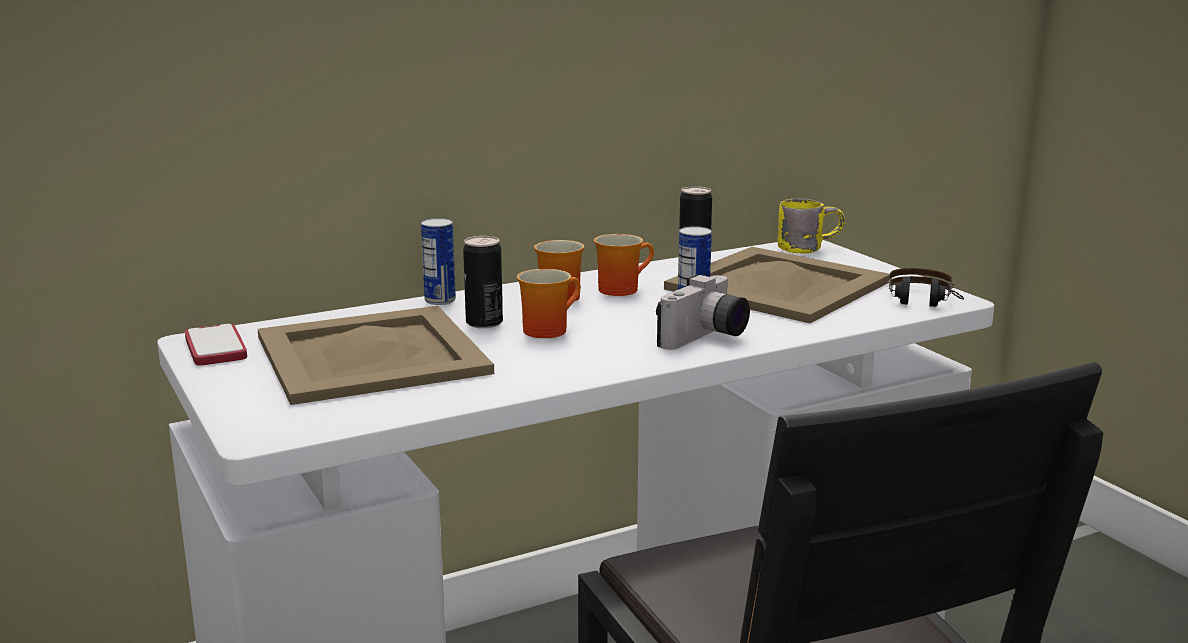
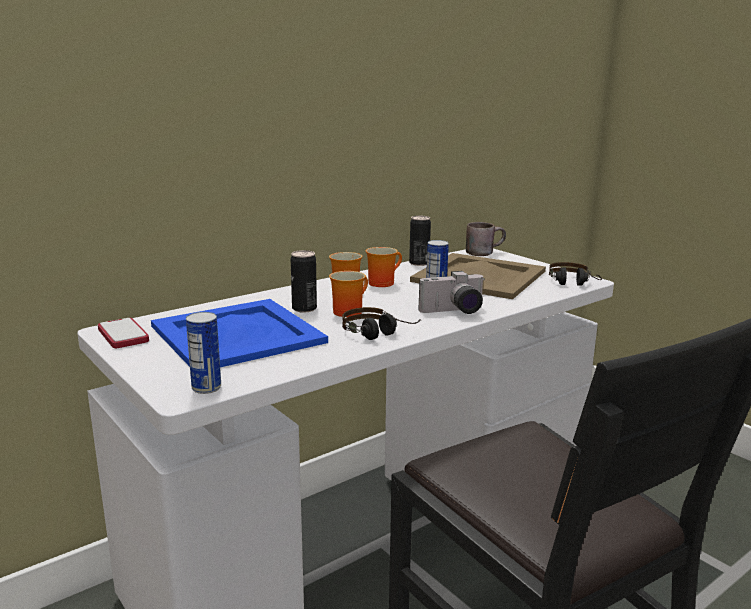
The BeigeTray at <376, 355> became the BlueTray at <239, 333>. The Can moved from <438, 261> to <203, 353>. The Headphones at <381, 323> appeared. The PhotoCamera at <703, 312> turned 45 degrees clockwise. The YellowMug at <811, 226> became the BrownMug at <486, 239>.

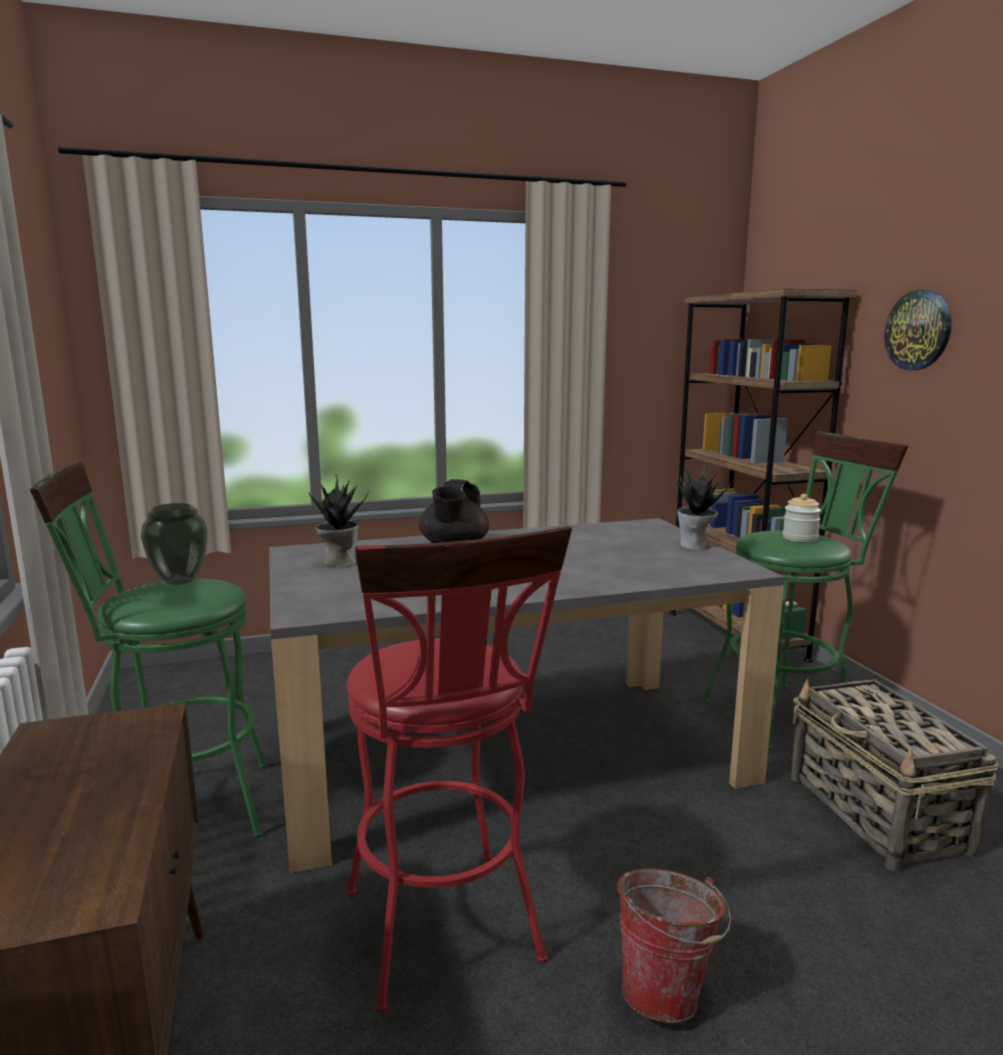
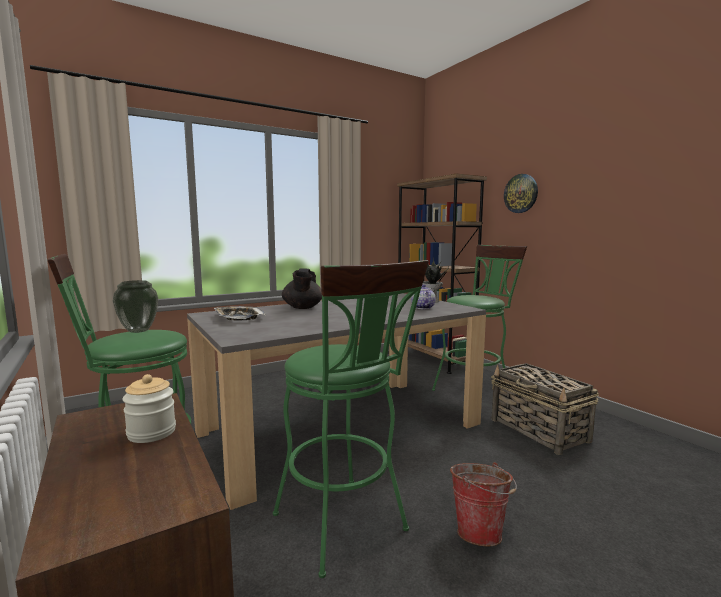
The Jar moved from <801, 518> to <149, 408>. The PottedPlant at <339, 521> was replaced by the Tray at <240, 313>. The RedStool at <459, 769> became the GreenStool at <351, 419>. The Teapot at <423, 296> appeared.

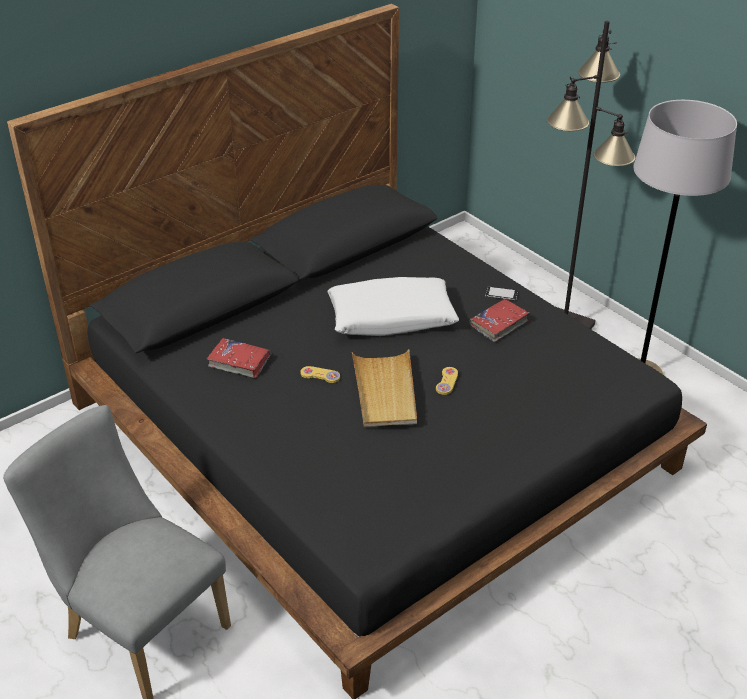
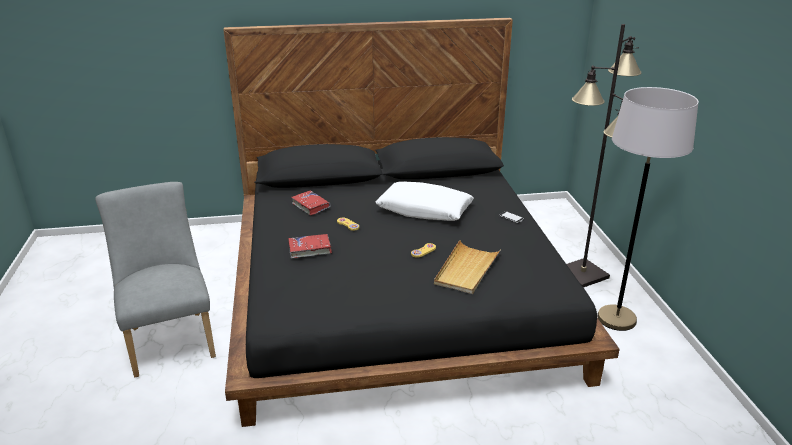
The RedBook moved from <499, 320> to <310, 246>. The BeigeTray moved from <384, 388> to <467, 267>.

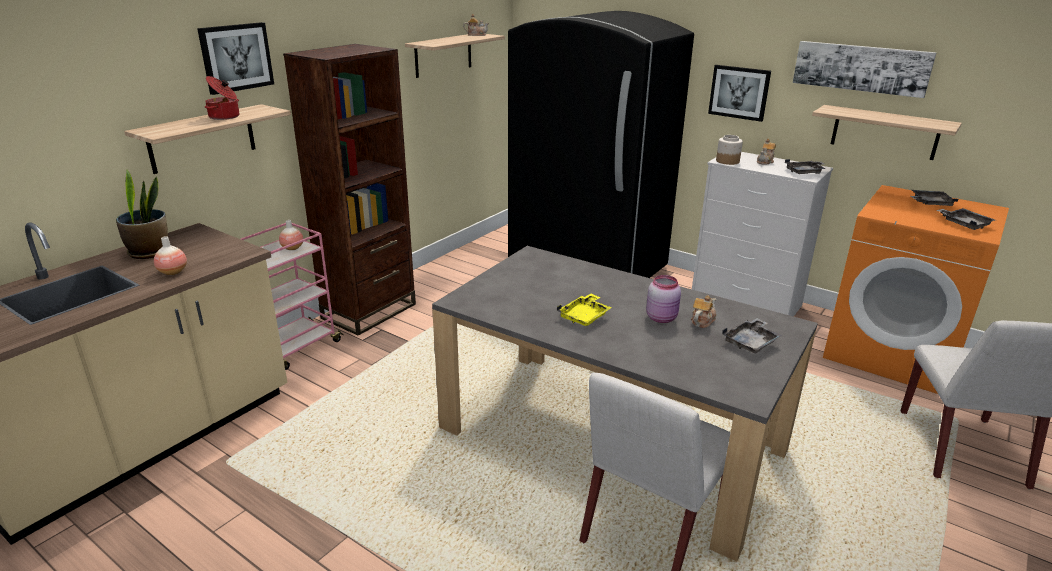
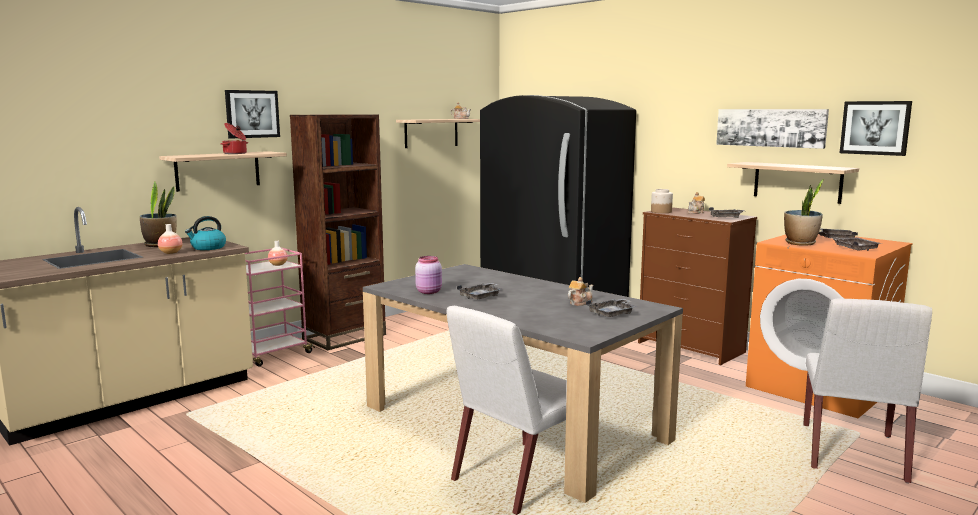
The Kettle at <205, 233> appeared. The PinkJar moved from <663, 299> to <428, 275>. The YellowTray at <584, 310> became the GreyTray at <479, 291>. The WhiteDresser at <762, 234> became the BrownDresser at <697, 286>. The PottedPlant at <804, 212> appeared. The Picture moved from <739, 93> to <876, 128>.

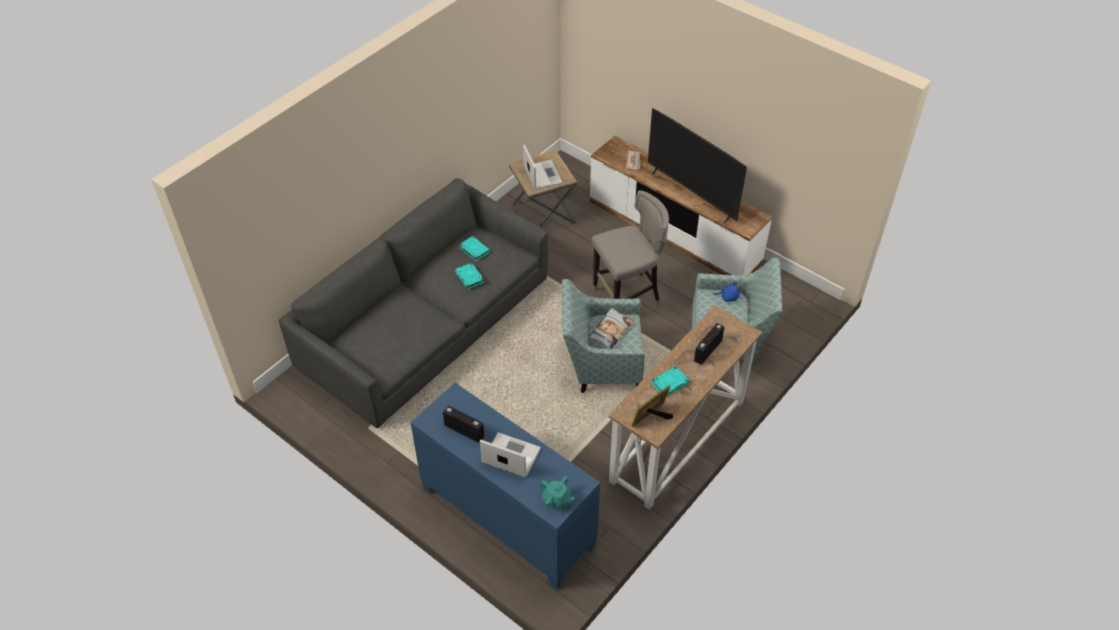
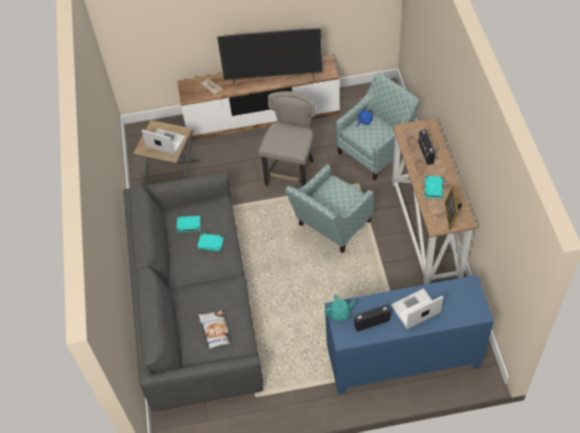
The Pillow moved from <611, 328> to <215, 329>. The TurquoiseTeapot moved from <557, 493> to <340, 308>.

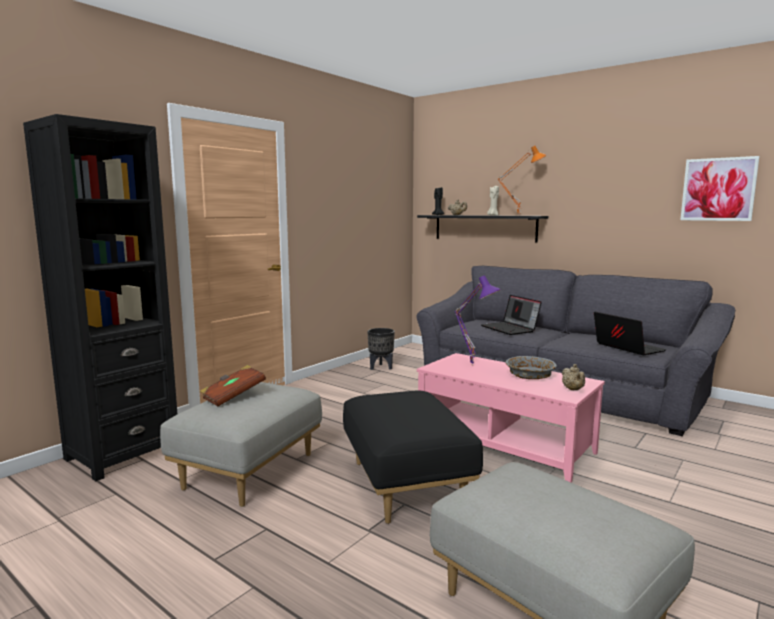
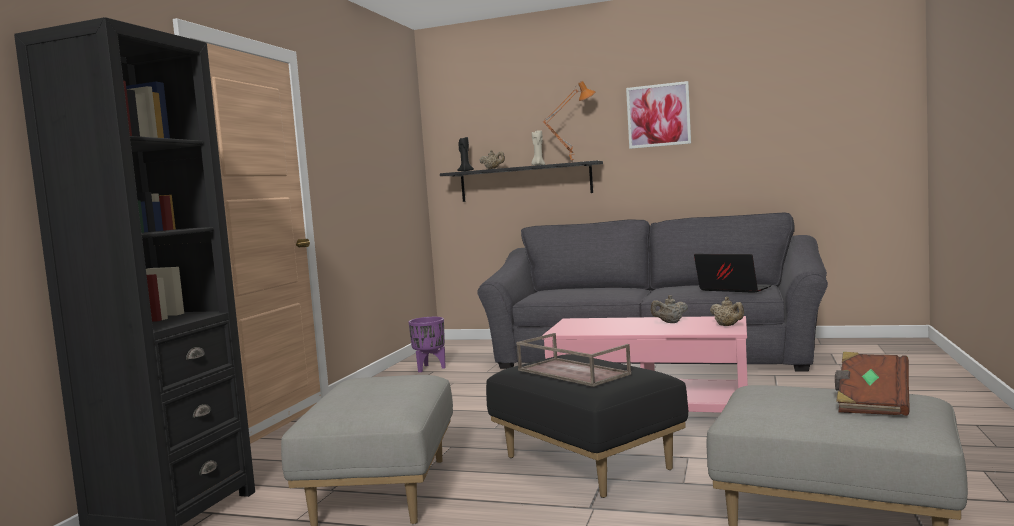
The BlackPlanter at <381, 349> became the PurplePlanter at <427, 344>. The BrownTray at <574, 360> appeared. The Picture moved from <720, 188> to <658, 115>. The GreyBowl at <531, 367> was replaced by the BeigeTeapot at <669, 309>. The BrownBook moved from <233, 386> to <872, 384>. The PurpleTableLamp at <478, 320> disappeared. The Laptop at <511, 315> disappeared.

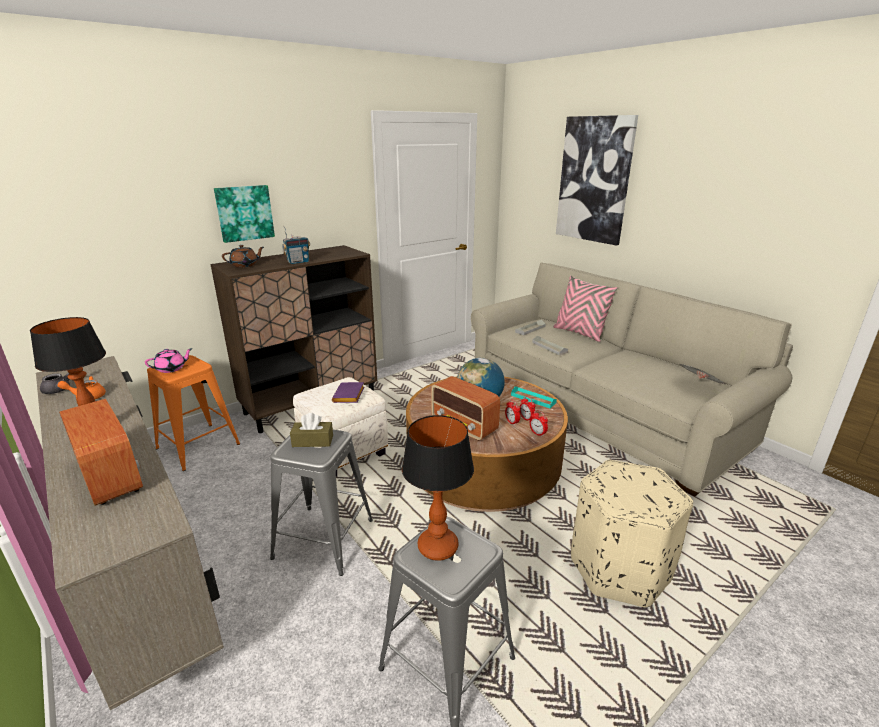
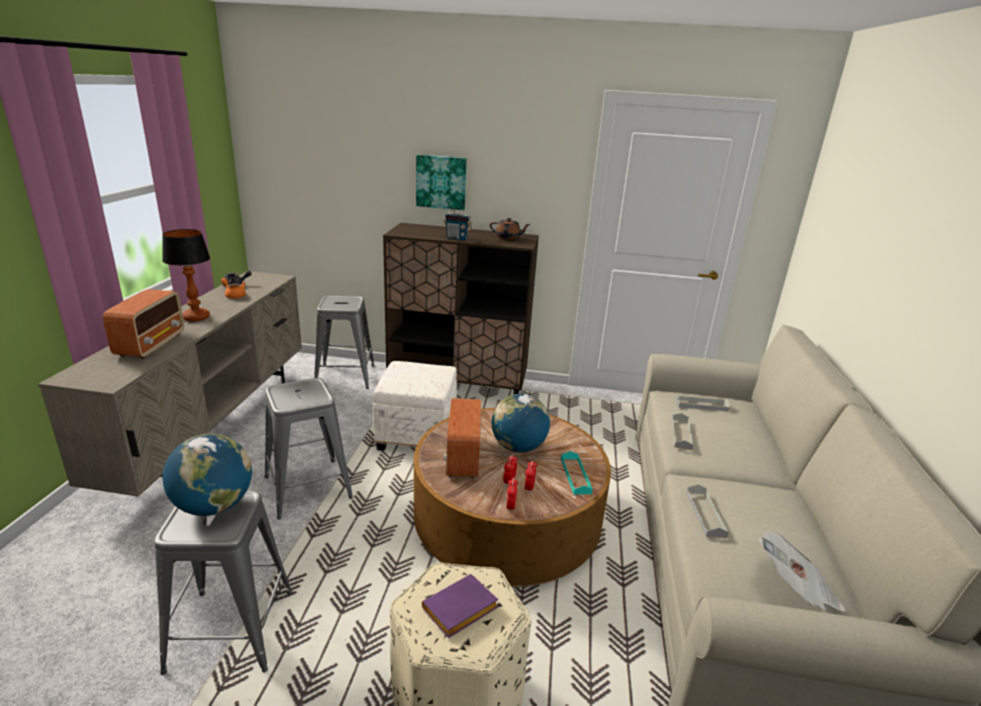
The TableLamp at <438, 488> was replaced by the Globe at <207, 475>. The OrangeStool at <193, 413> became the GreyStool at <344, 342>. The PurpleBook moved from <348, 392> to <460, 606>. The BrownTeapot moved from <243, 256> to <510, 229>. The GreyTray at <707, 511> appeared. The PinkTeapot at <169, 360> disappeared. The BrownTissueBox at <311, 430> disappeared. The PinkPillow at <585, 308> disappeared. The Picture at <597, 180> disappeared.

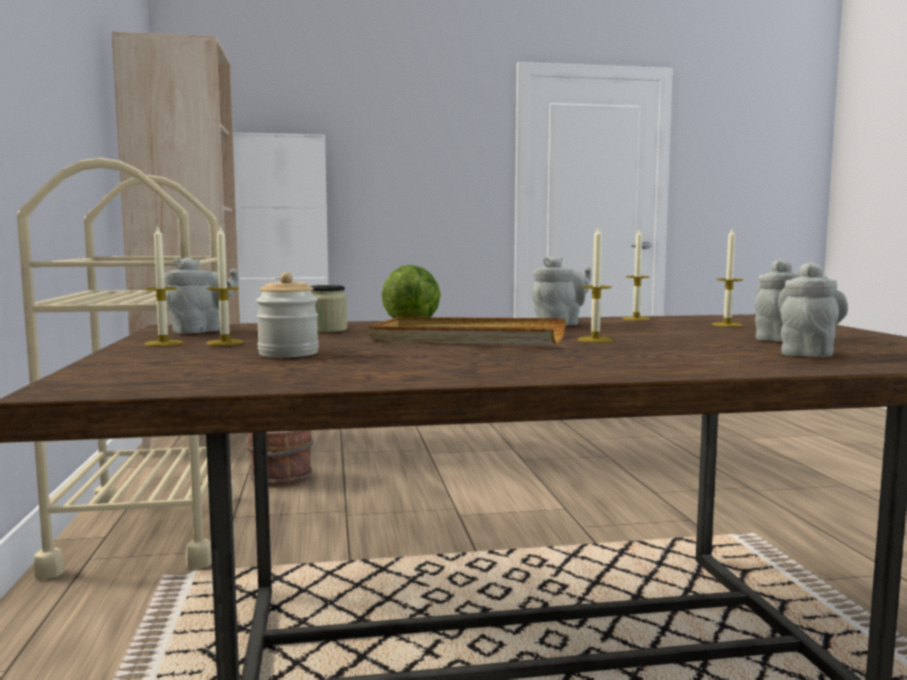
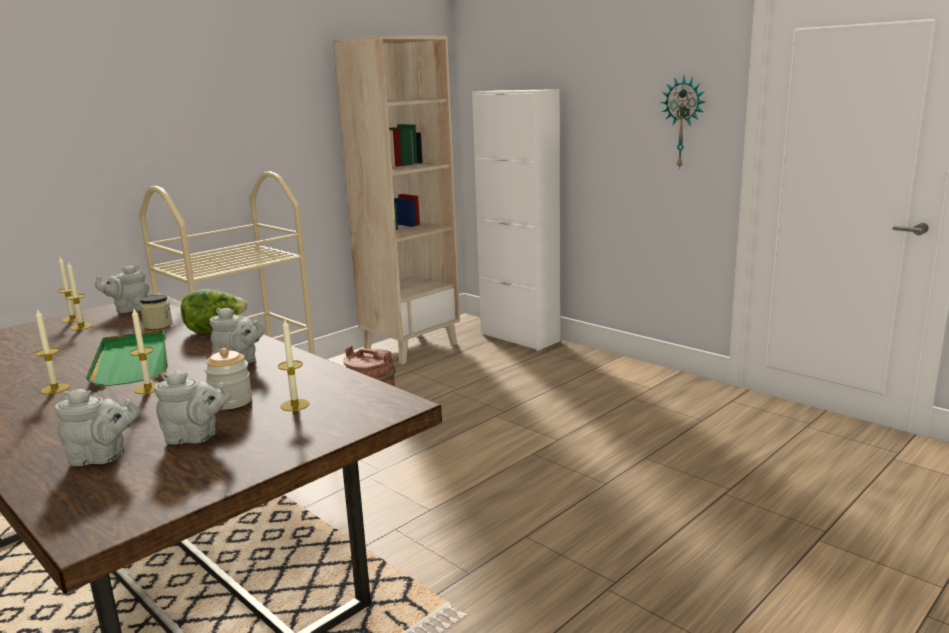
The Candle moved from <636, 275> to <52, 351>. The BeigeTray at <467, 330> became the GreenTray at <126, 358>. The GreyTeapot at <201, 295> turned 150 degrees clockwise. The Jar moved from <287, 315> to <228, 379>. The WallClock at <683, 123> appeared.

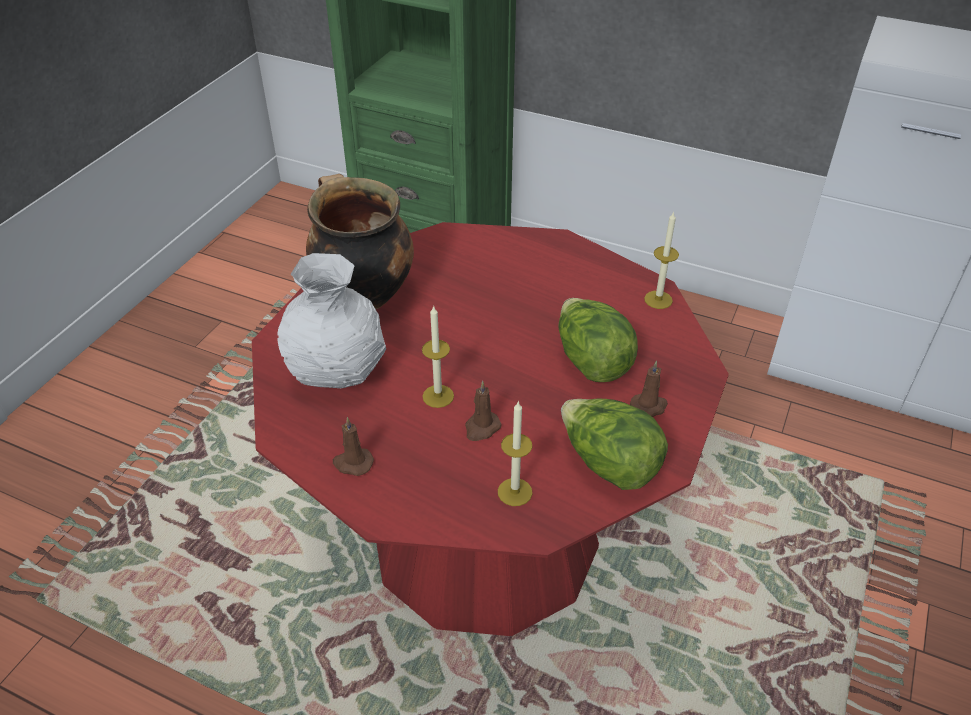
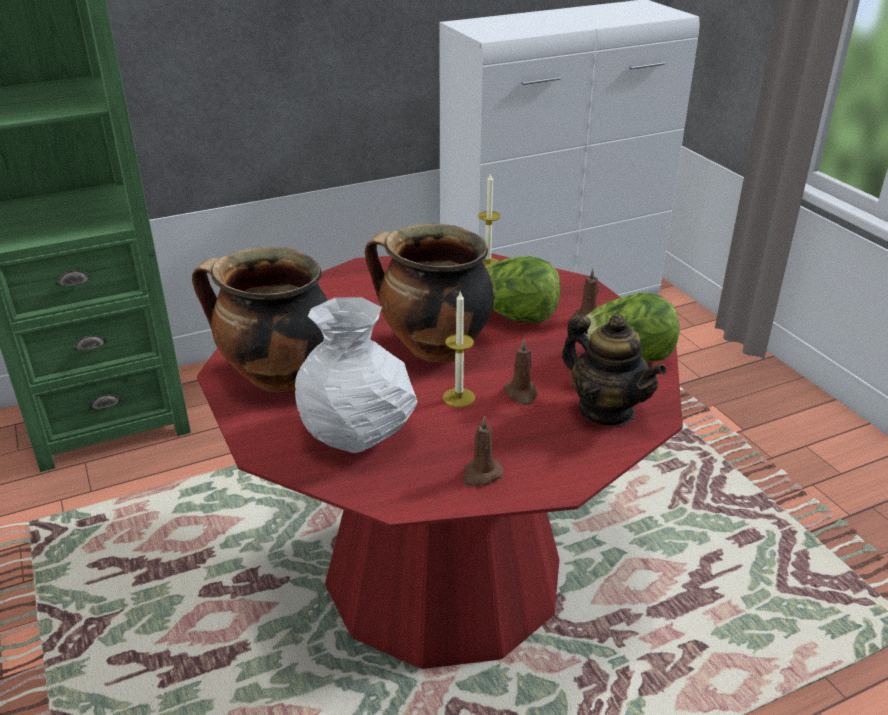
The CookingPot at <429, 293> appeared. The Candle at <515, 453> was replaced by the Teapot at <614, 369>.

